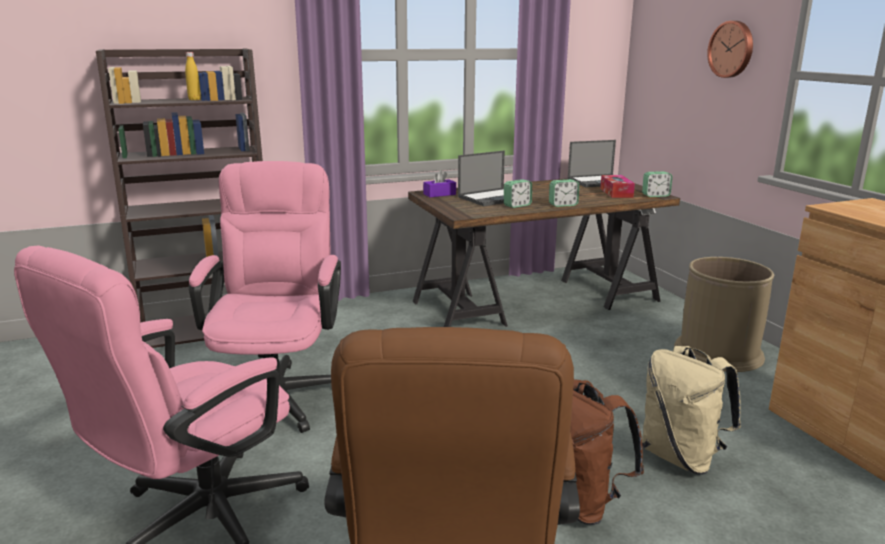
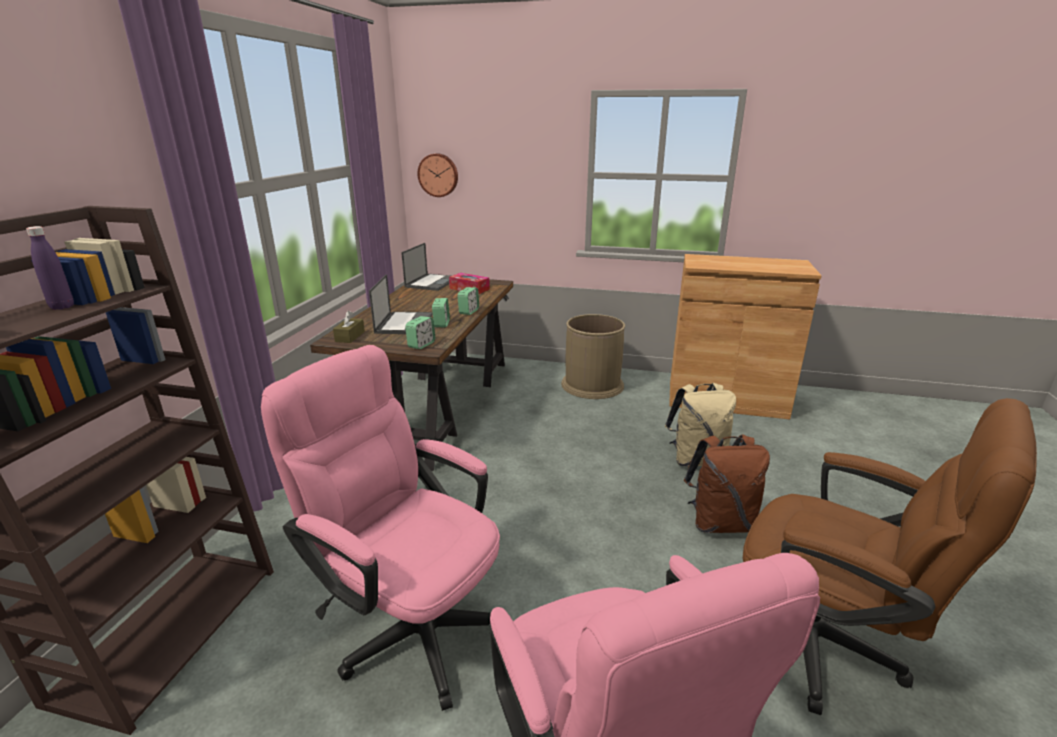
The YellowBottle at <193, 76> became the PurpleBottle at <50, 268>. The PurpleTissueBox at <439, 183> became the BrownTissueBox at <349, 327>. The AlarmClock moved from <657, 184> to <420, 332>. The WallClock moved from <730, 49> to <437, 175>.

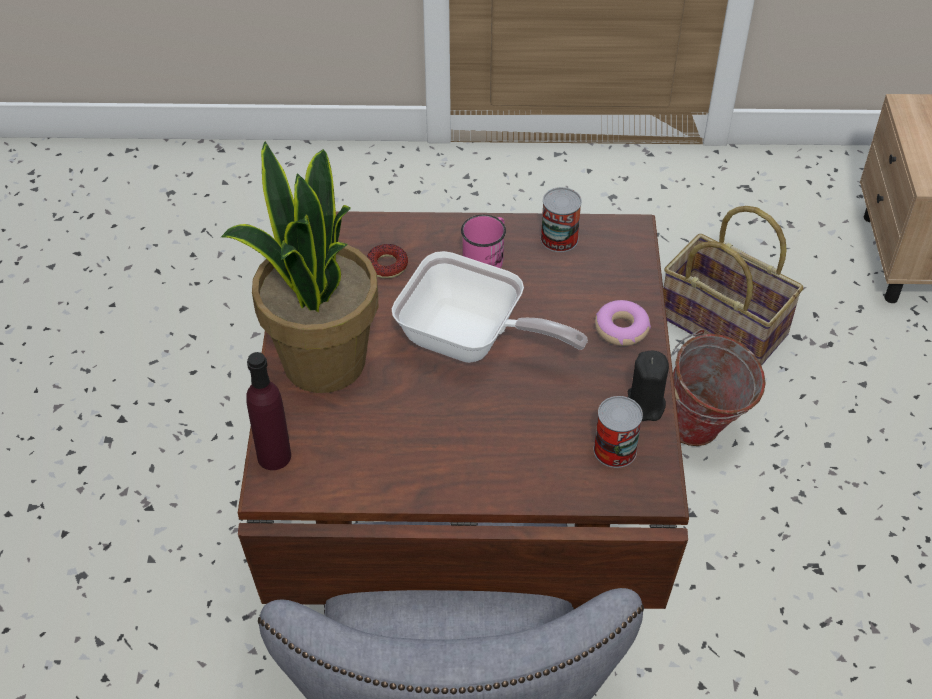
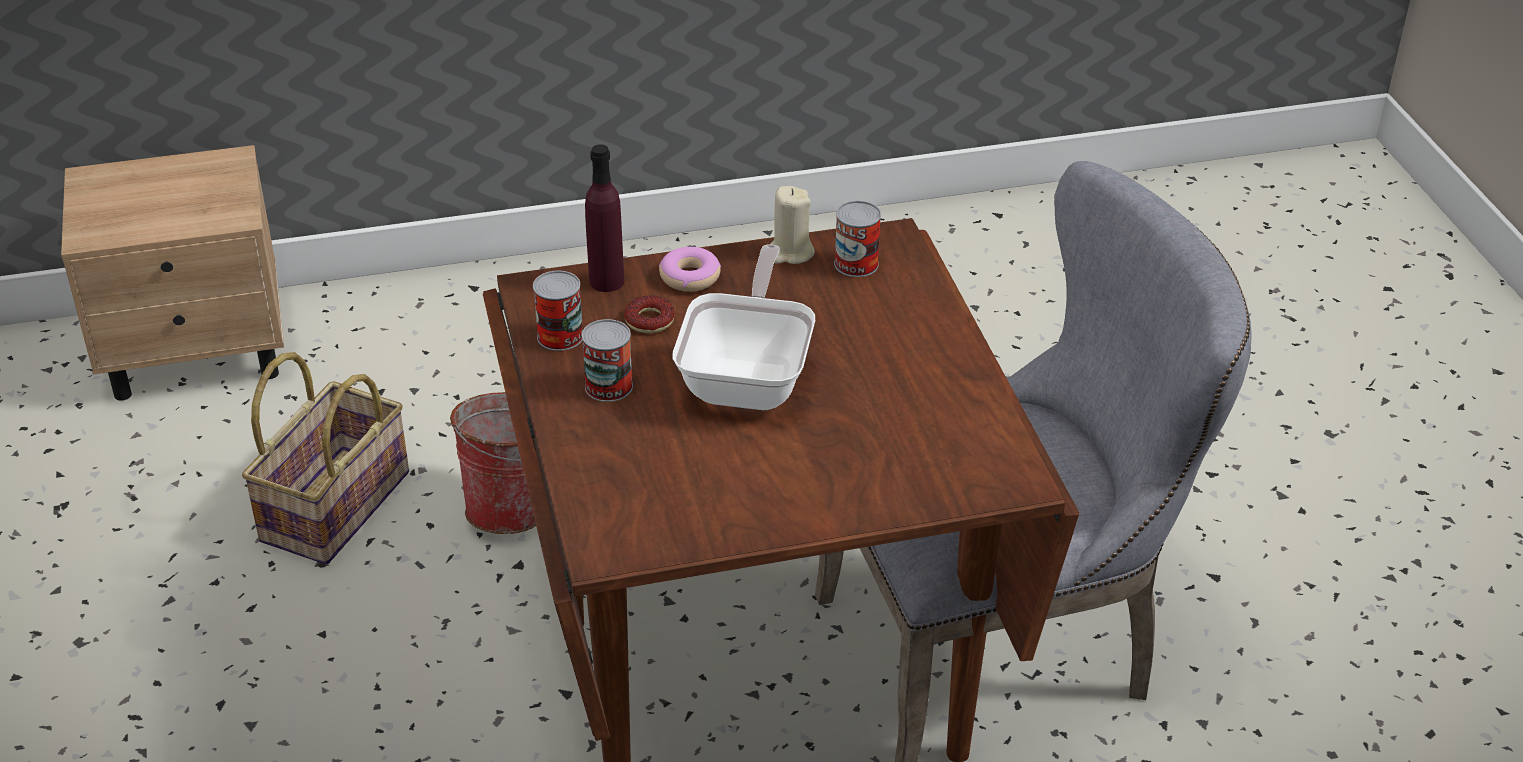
The PinkMug at <483, 241> was replaced by the Can at <607, 360>. The PurpleBottle moved from <268, 411> to <604, 218>. The Donut moved from <387, 261> to <649, 314>. The BlackCandle at <648, 386> became the BeigeCandle at <792, 225>. The PottedPlant at <299, 267> disappeared.

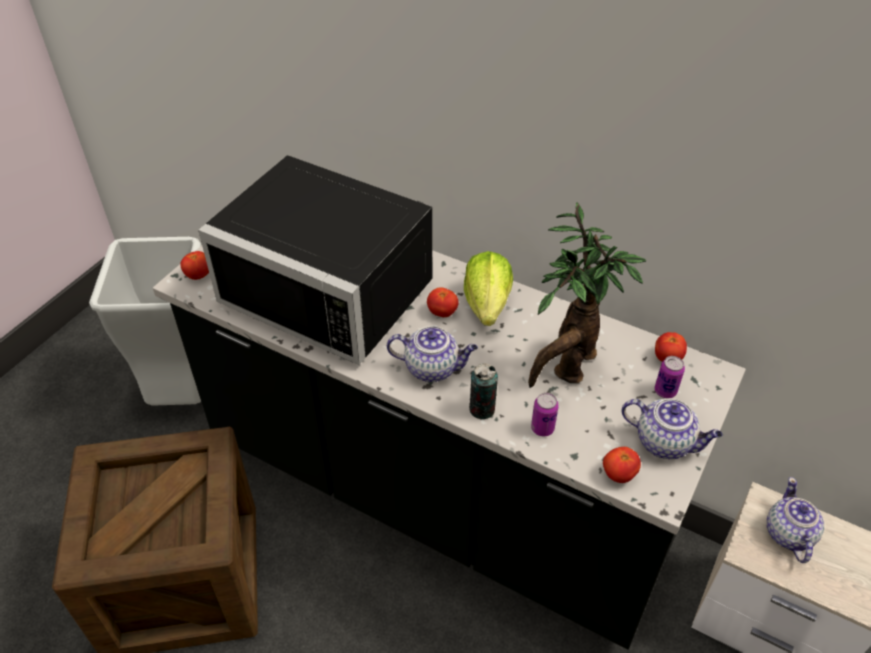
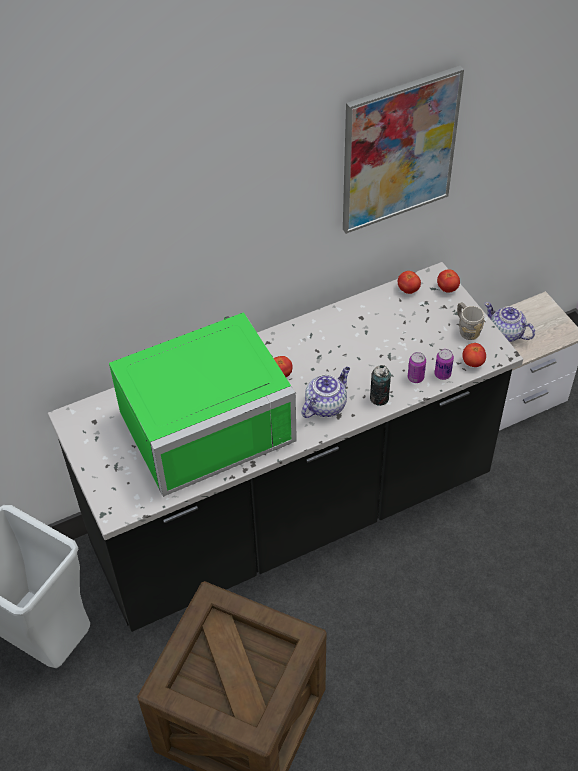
The BlackMicrowave at <315, 260> became the GreenMicrowave at <203, 404>. The Picture at <403, 150> appeared. The Can moved from <670, 377> to <444, 364>. The Tomato moved from <194, 265> to <448, 281>. The Teapot at <672, 429> was replaced by the GreyMug at <470, 321>. The Lettuce at <488, 288> disappeared. The PottedPlant at <587, 295> disappeared.

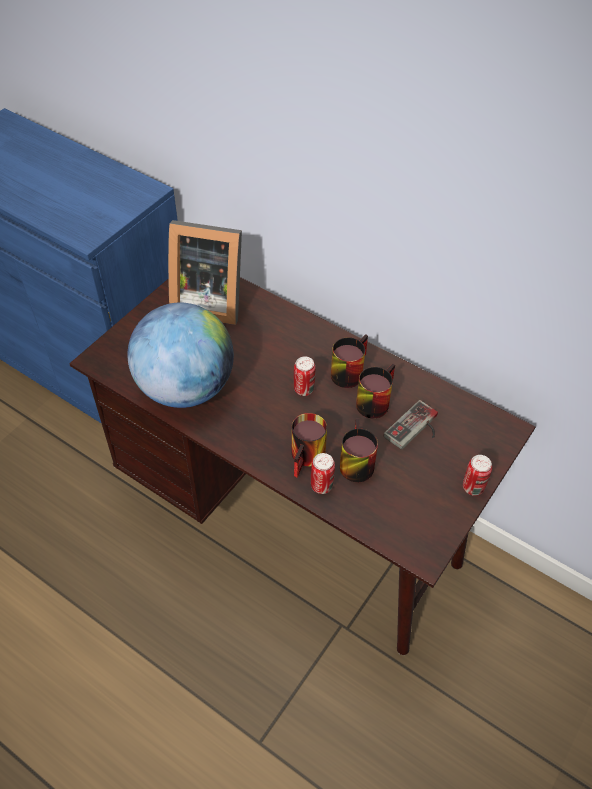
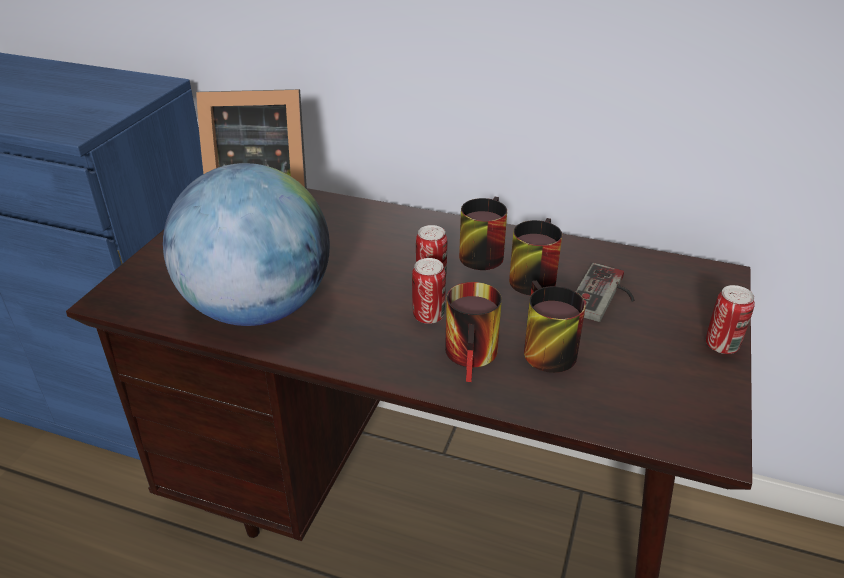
The Can moved from <323, 473> to <429, 291>.

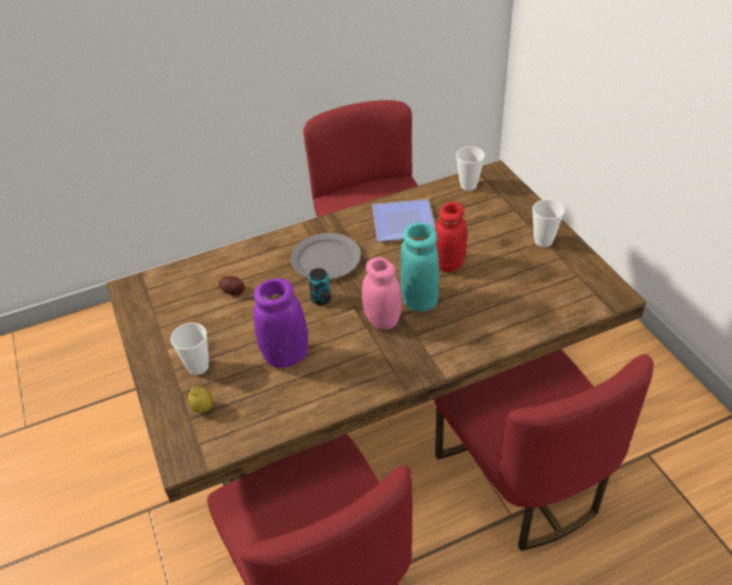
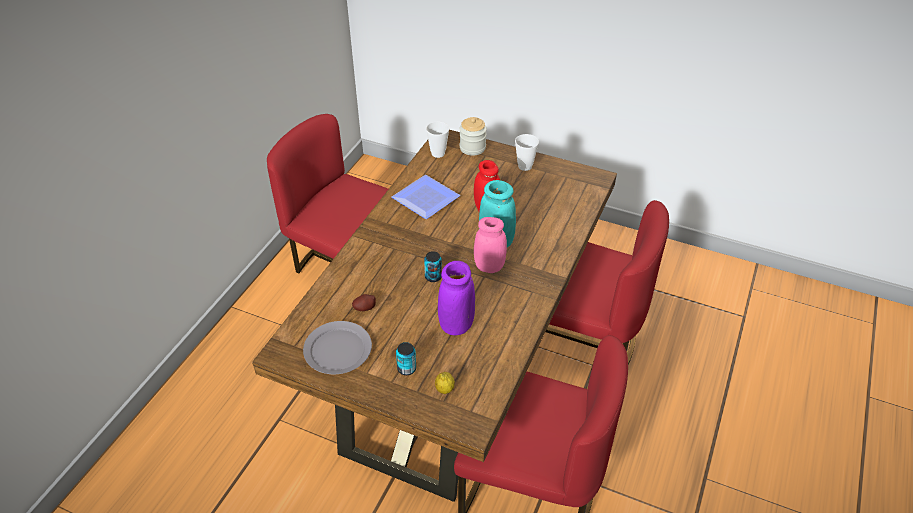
The GreyPlate moved from <326, 256> to <337, 347>. The Cup at <189, 349> was replaced by the Can at <406, 358>. The Jar at <473, 136> appeared.

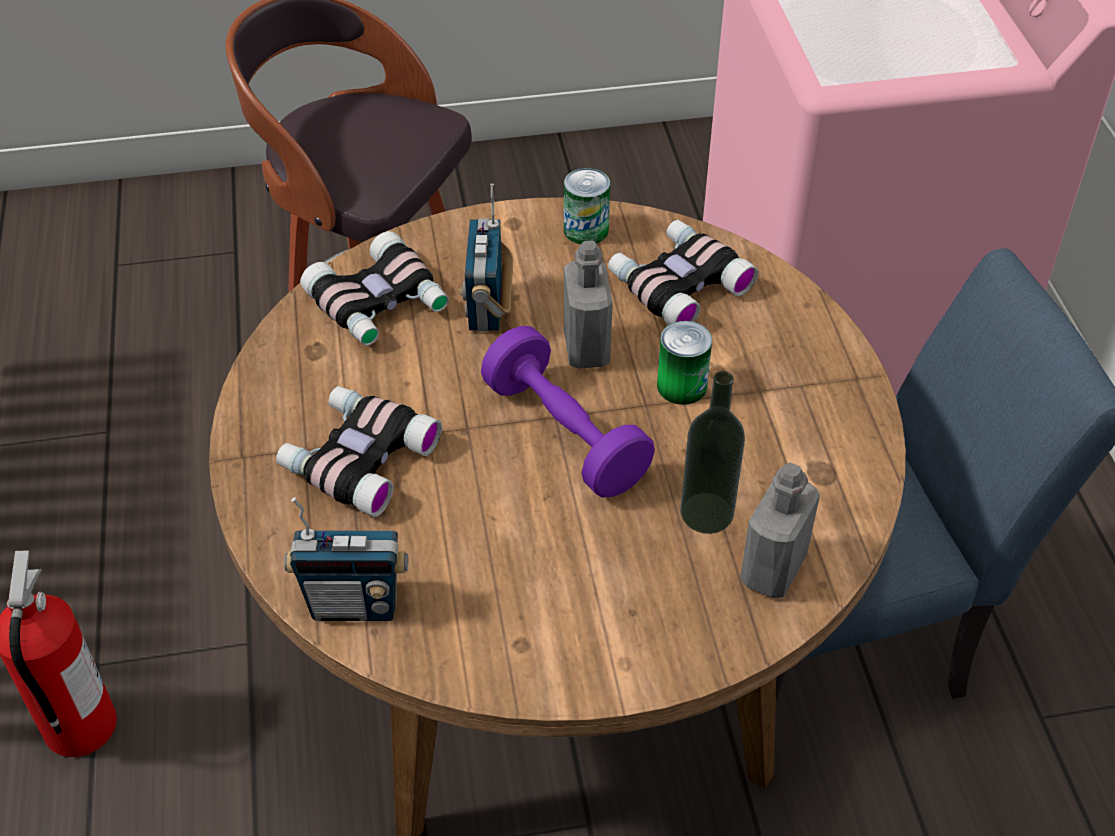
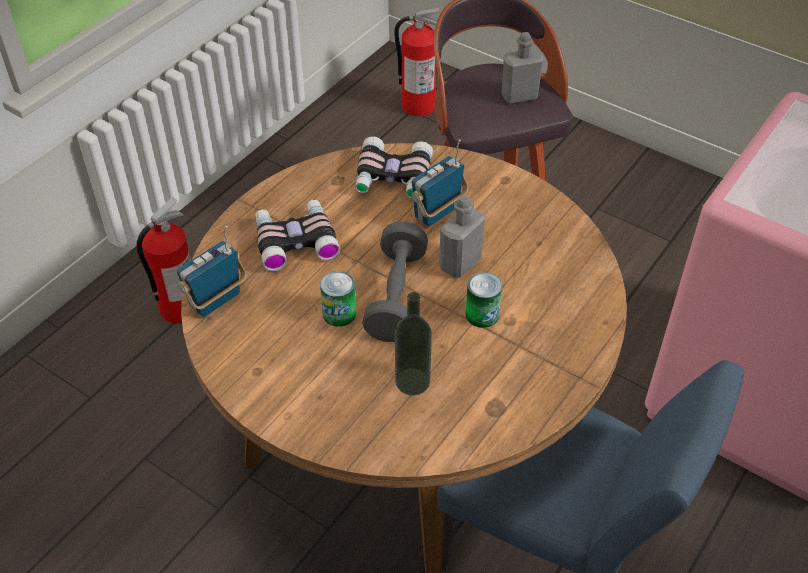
The Radio at <346, 559> turned 90 degrees clockwise. The Can moved from <587, 206> to <338, 299>. The PurpleDumbbell at <568, 412> became the GreyDumbbell at <395, 281>. The FireExtinguisher at <416, 62> appeared. The GreyBottle moved from <780, 530> to <522, 68>. The Binoculars at <683, 272> disappeared.

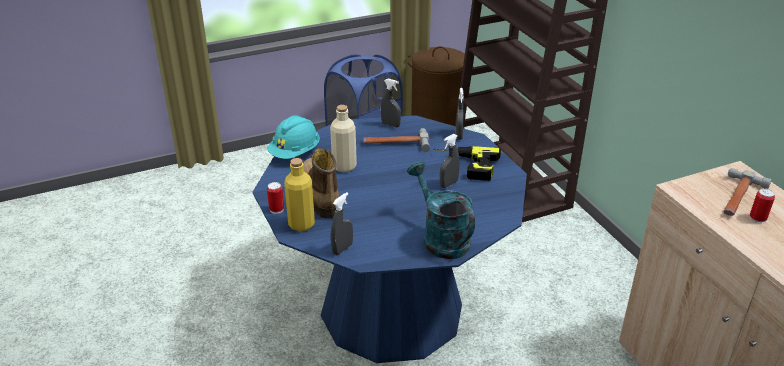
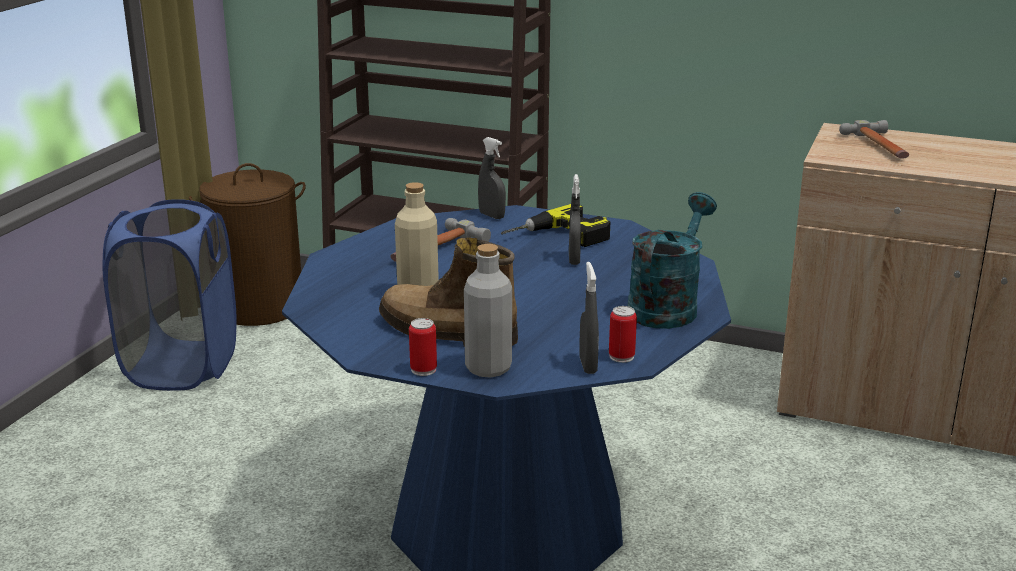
The YellowBottle at <299, 194> became the GreyBottle at <488, 310>. The Can moved from <762, 206> to <623, 334>. The TurquoiseWateringCan at <441, 210> turned 105 degrees clockwise. The TurquoiseHardHat at <293, 137> disappeared. The GreySprayBottle at <391, 103> disappeared.

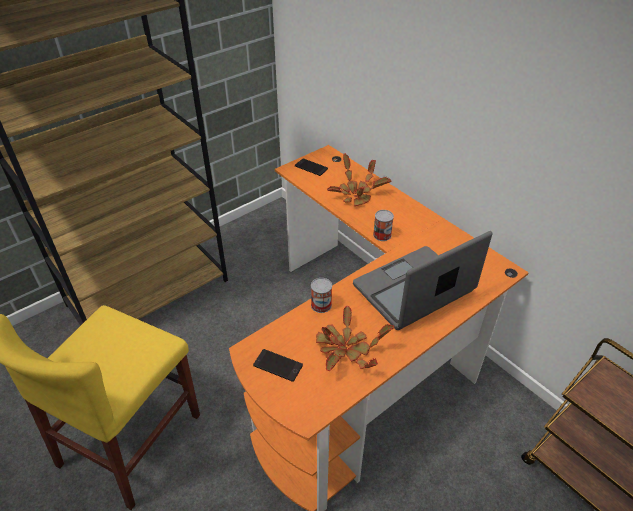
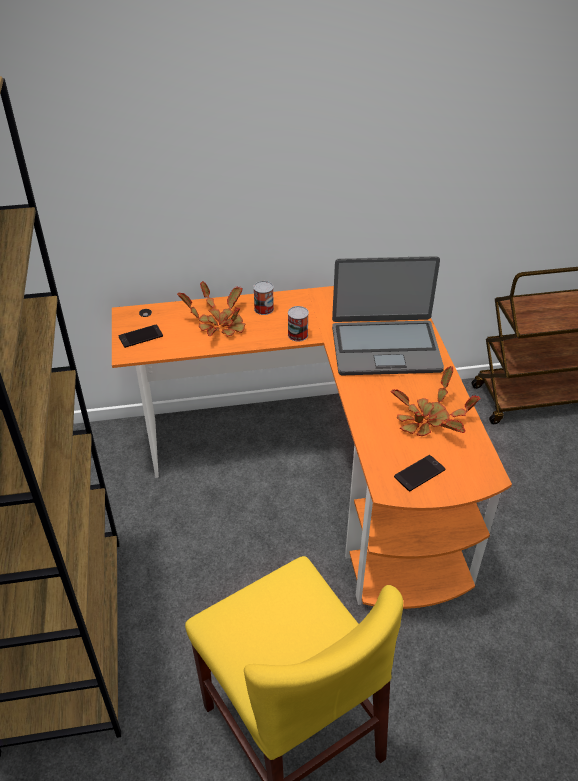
The Can moved from <321, 295> to <263, 298>. The Laptop at <423, 280> turned 90 degrees counterclockwise.

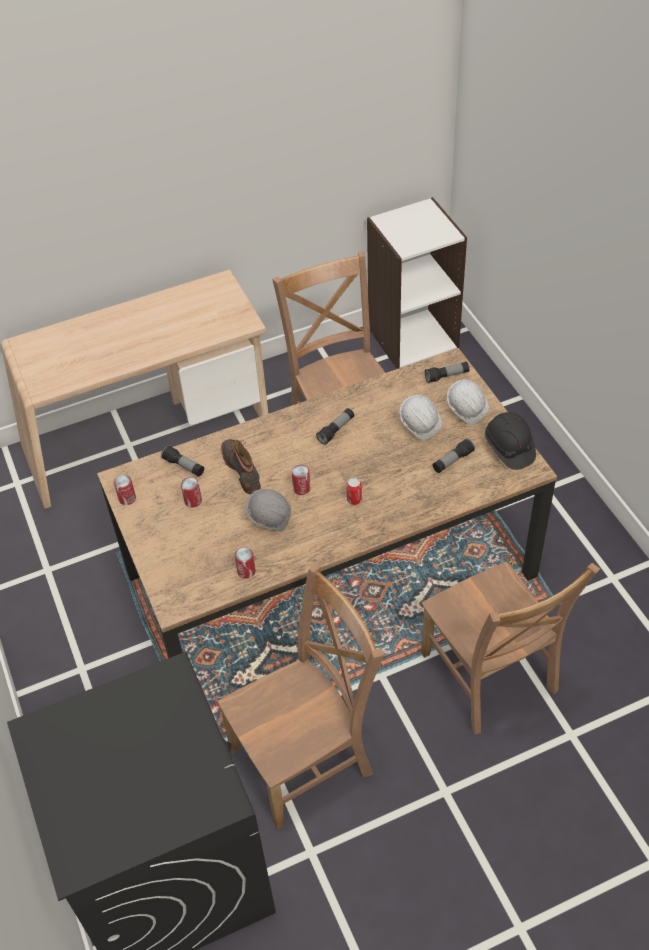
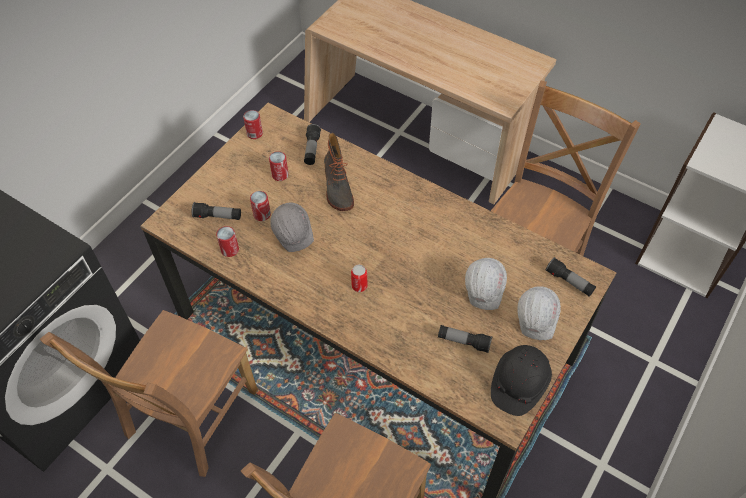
The BrownChair at <300, 696> turned 90 degrees clockwise. The Flashlight moved from <335, 426> to <216, 211>. The Can moved from <301, 480> to <260, 206>. The Boot at <241, 466> turned 135 degrees clockwise.

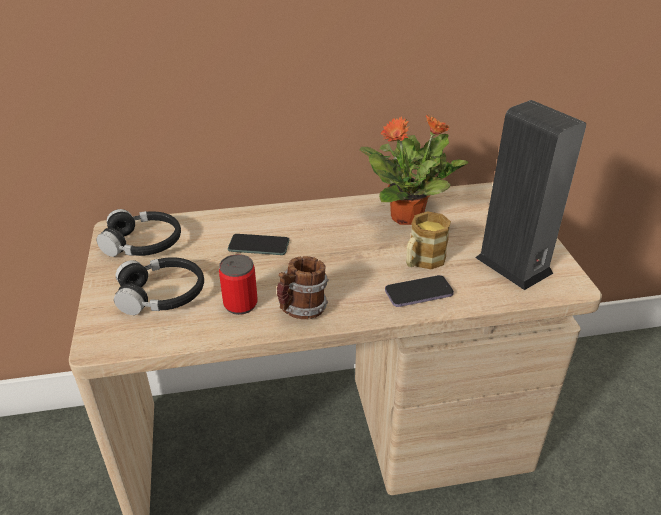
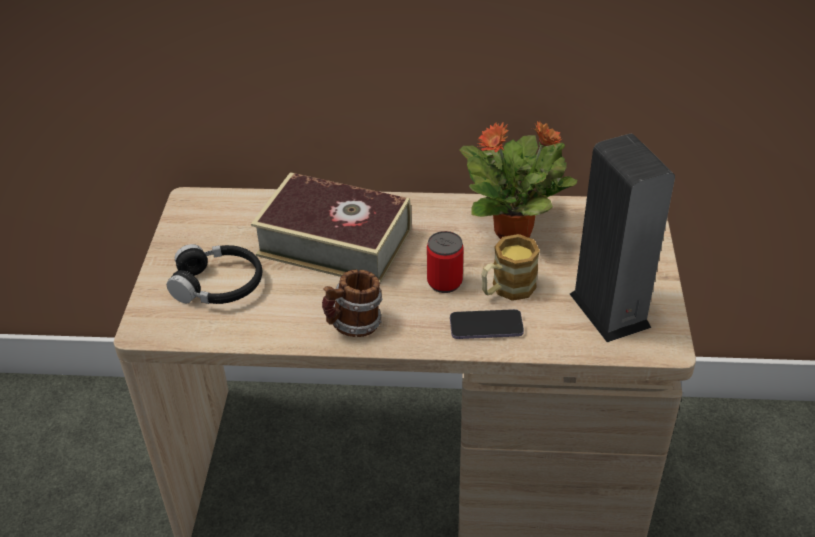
The Phone at <258, 244> was replaced by the Book at <331, 227>. The Can moved from <238, 284> to <445, 262>. The BlackHeadphones at <139, 233> disappeared.

